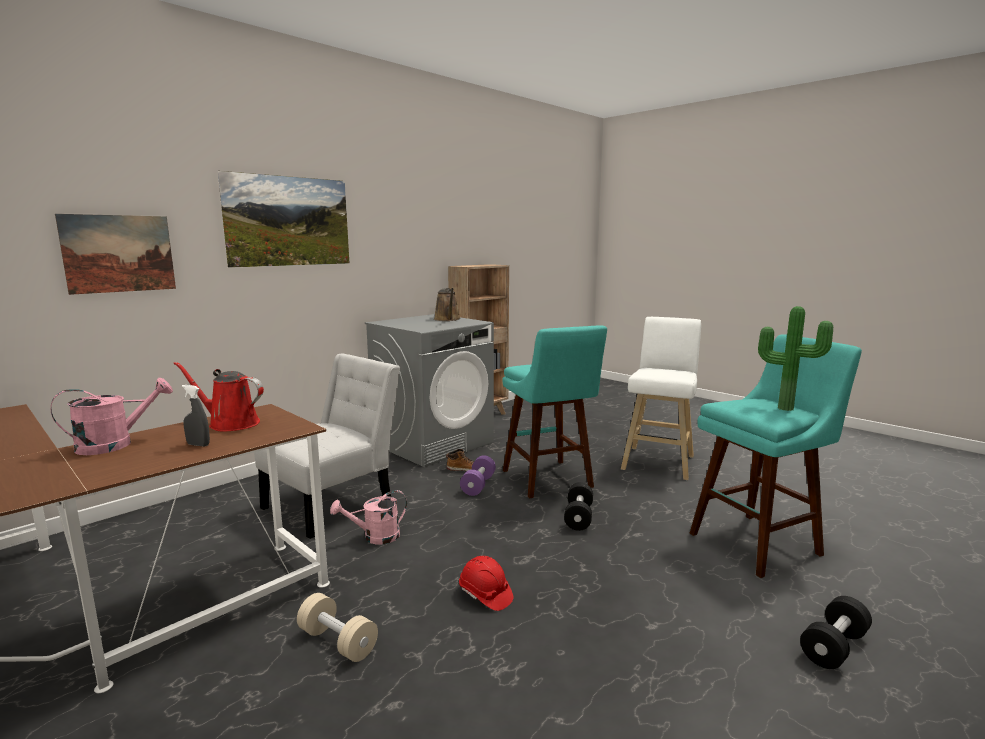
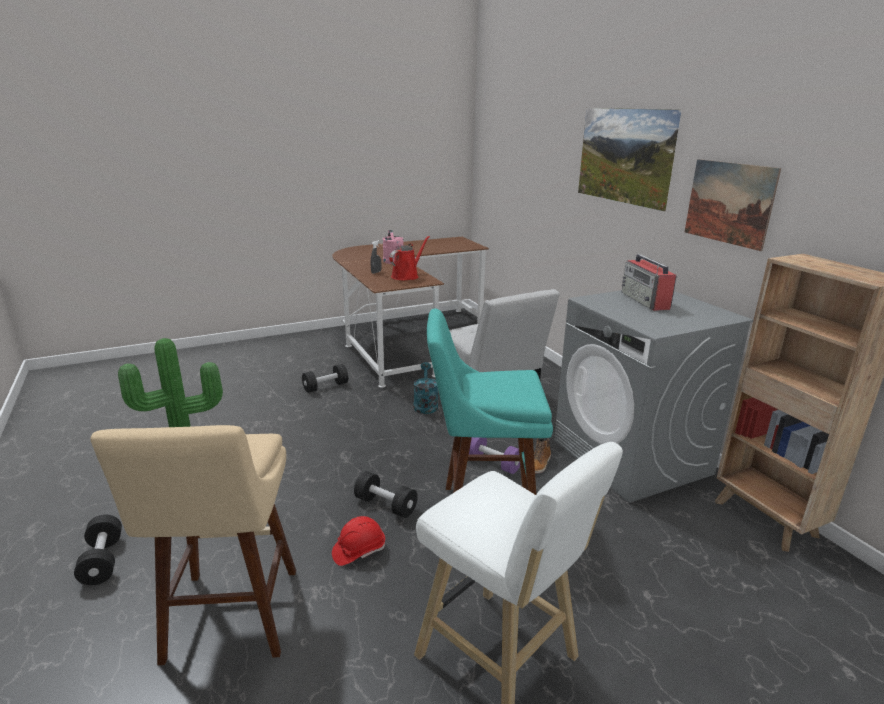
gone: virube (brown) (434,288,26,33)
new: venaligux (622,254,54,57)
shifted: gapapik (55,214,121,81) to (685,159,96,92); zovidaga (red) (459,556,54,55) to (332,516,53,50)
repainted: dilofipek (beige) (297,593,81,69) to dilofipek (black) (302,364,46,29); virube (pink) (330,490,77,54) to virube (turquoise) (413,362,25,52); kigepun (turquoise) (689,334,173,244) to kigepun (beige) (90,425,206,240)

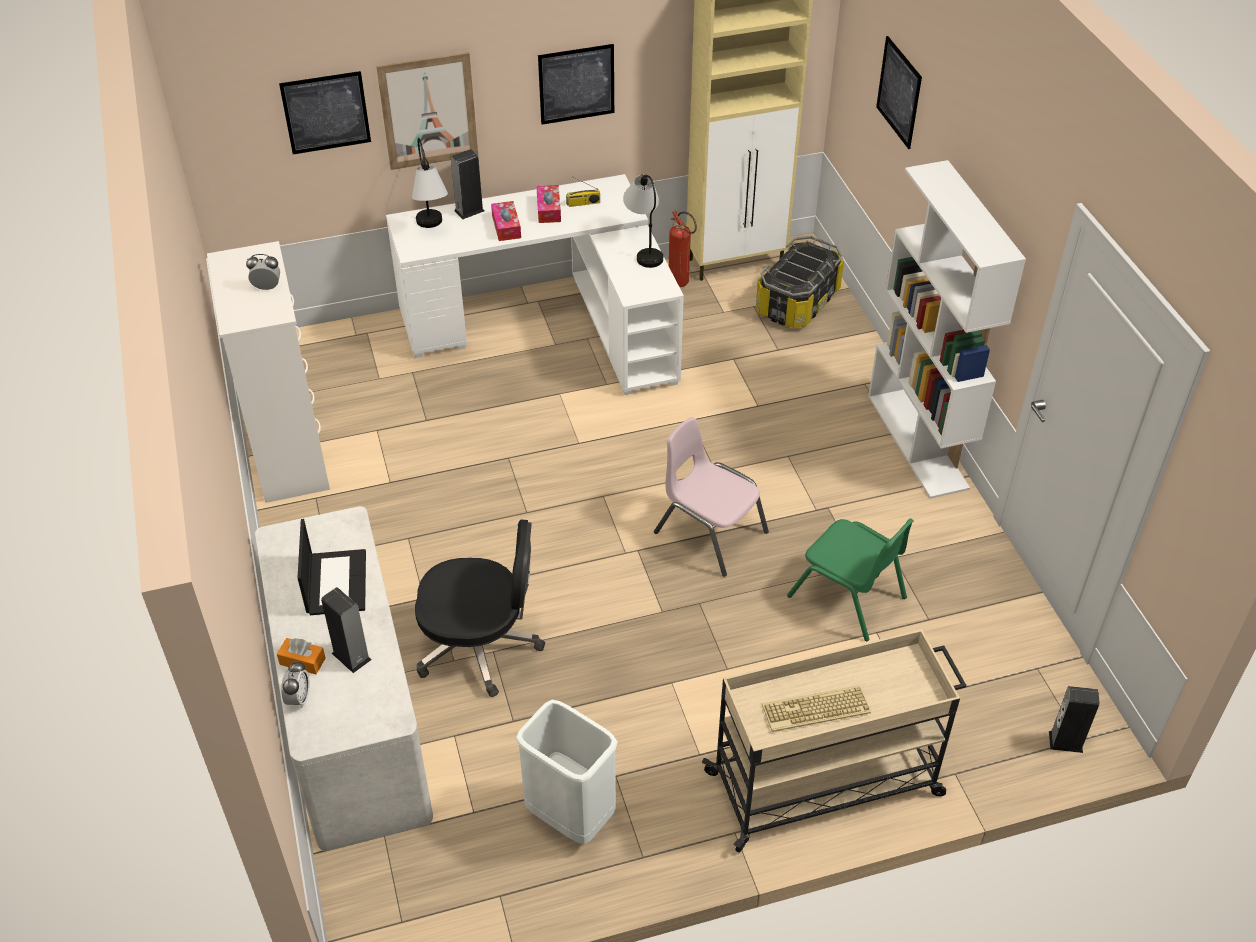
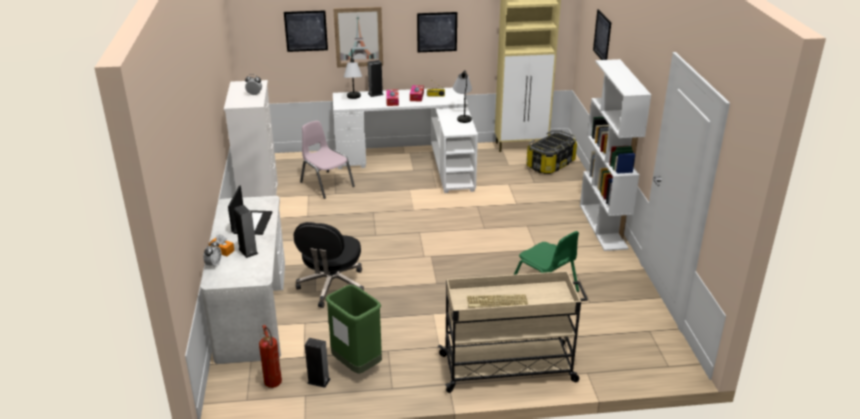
shifted: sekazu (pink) (654,417,115,160) to (300,121,55,78); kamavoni (669,211,28,76) to (259,325,23,63); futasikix (1049,686,51,67) to (305,338,25,50)
repainted: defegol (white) (516,700,102,144) to defegol (green) (326,285,56,89)
rotated: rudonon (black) (415,519,130,178) = (294,222,70,86) 90 degrees clockwise

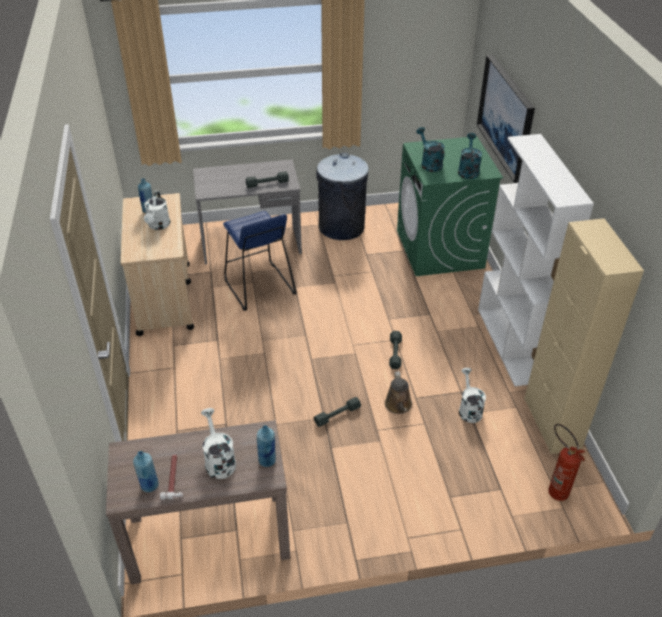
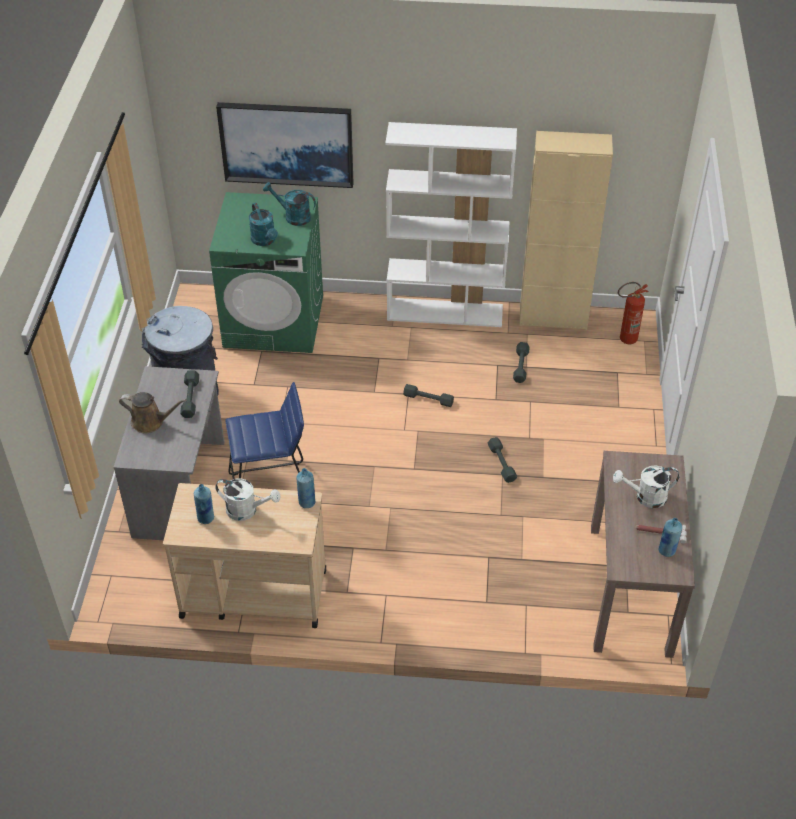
shifted: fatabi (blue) (257,425,19,42) to (296,468,19,40); virube (brown) (385,371,27,43) to (119,392,67,41)
swapped: virube (white) (459,368,27,55) to dilofipek (grey) (513,342,16,41)
rotated: virube (turquoise) (416,127,29,45) = (249,203,29,43) 105 degrees counterclockwise

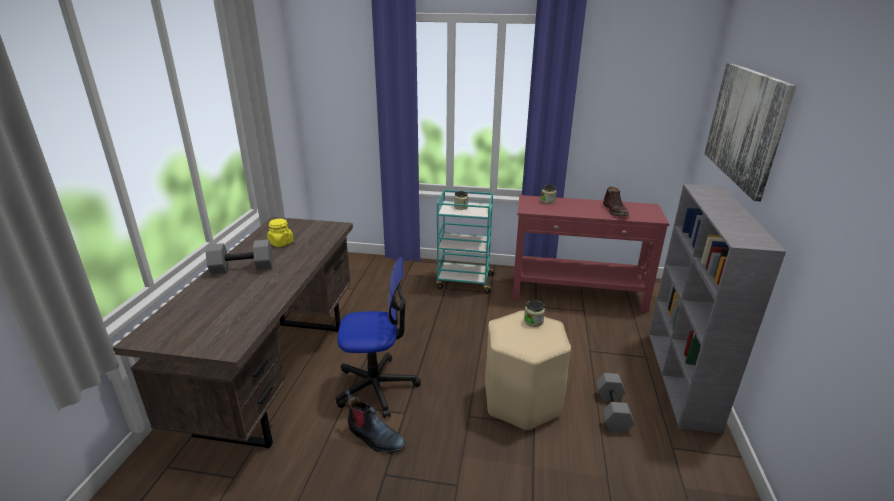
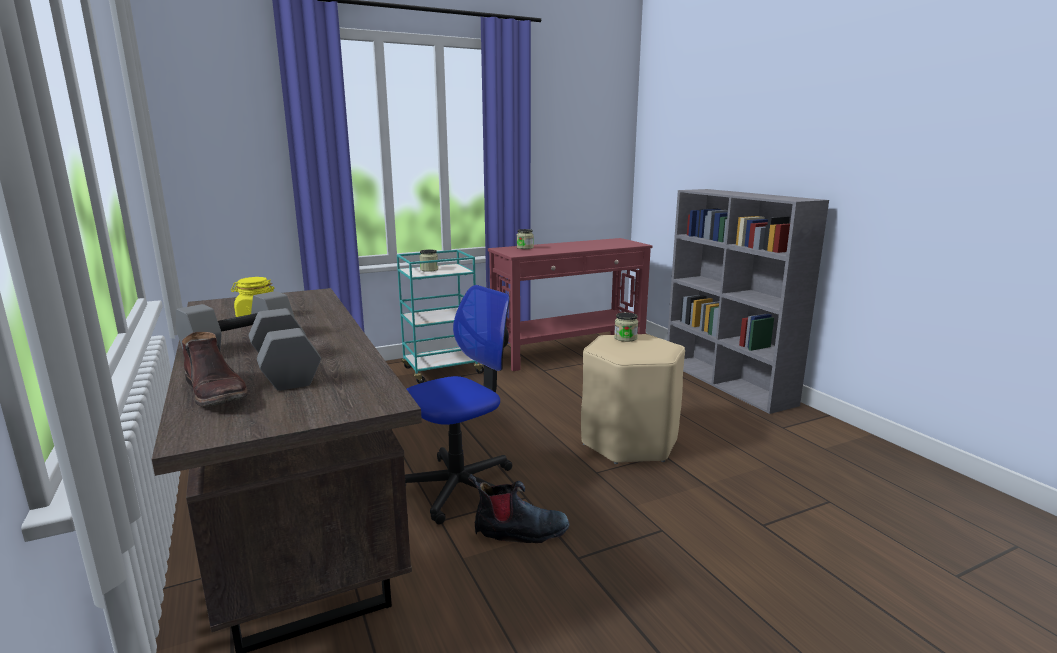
gone: gapapik (704,63,92,139)
shifted: dilofipek (grey) (596,373,39,60) to (249,308,72,83); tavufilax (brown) (603,187,26,29) to (182,332,66,75)

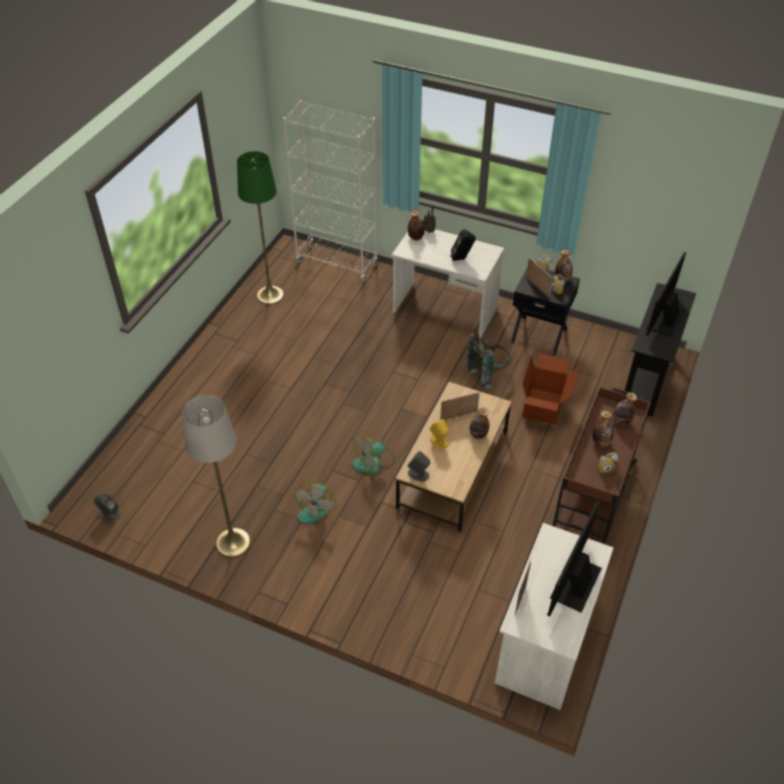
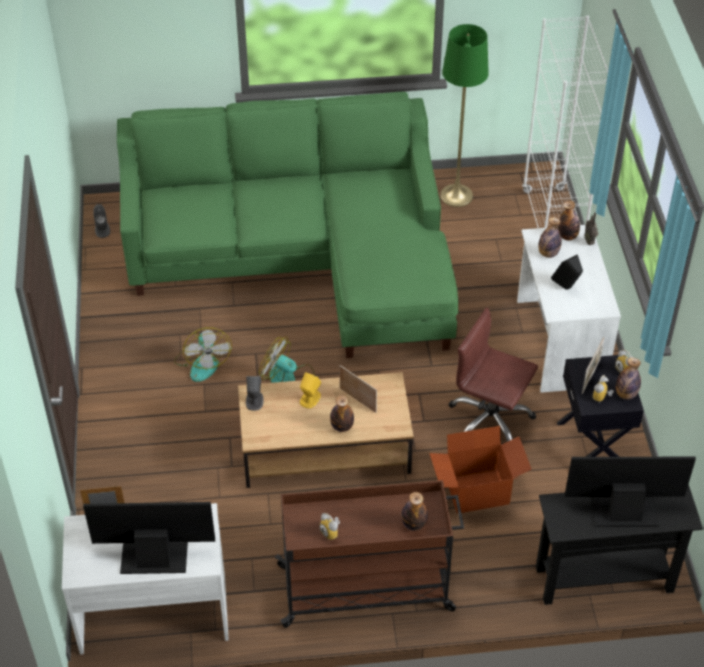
gone: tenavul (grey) (182,395,68,162)
new: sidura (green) (117,92,341,266)
shifted: fatabi (592,411,22,36) to (538,217,24,41)
swapped: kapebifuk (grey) (466,332,45,57) to rudonon (brown) (448,307,90,135)
rotated: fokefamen (294,481,42,42) = (174,327,58,55) 90 degrees counterclockwise

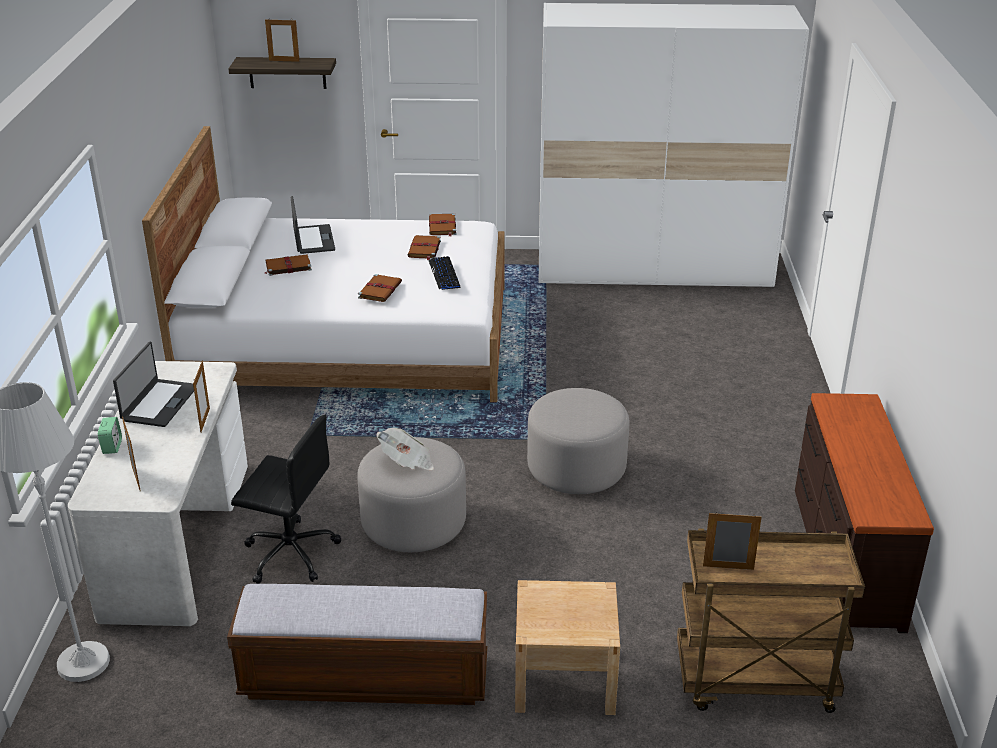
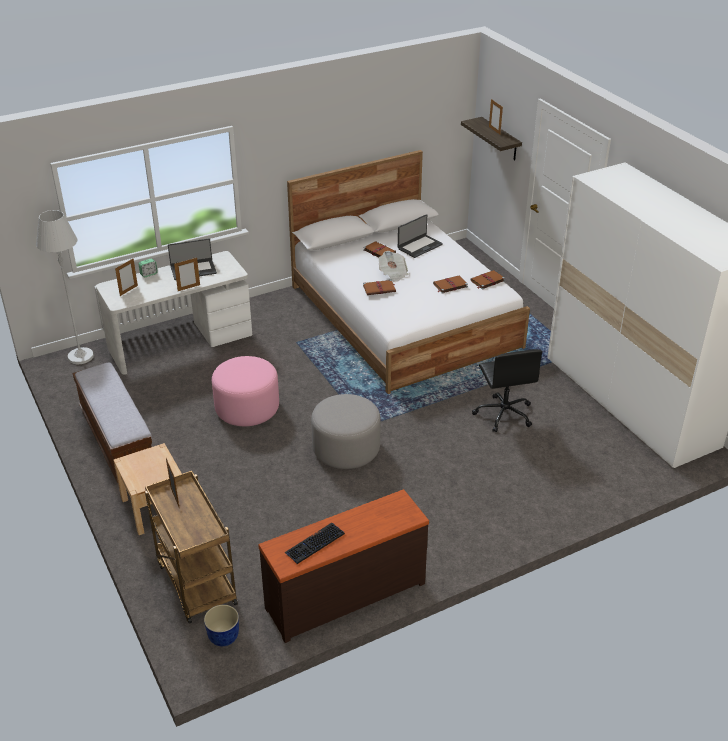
new: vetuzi (204,605,35,41)
shifted: rudonon (black) (231,415,110,169) to (472,349,70,83); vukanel (376,428,58,42) to (378,251,30,31); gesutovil (428,256,33,34) to (284,523,61,41)
repainted: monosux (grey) (357,437,109,115) to monosux (pink) (212,356,67,70)

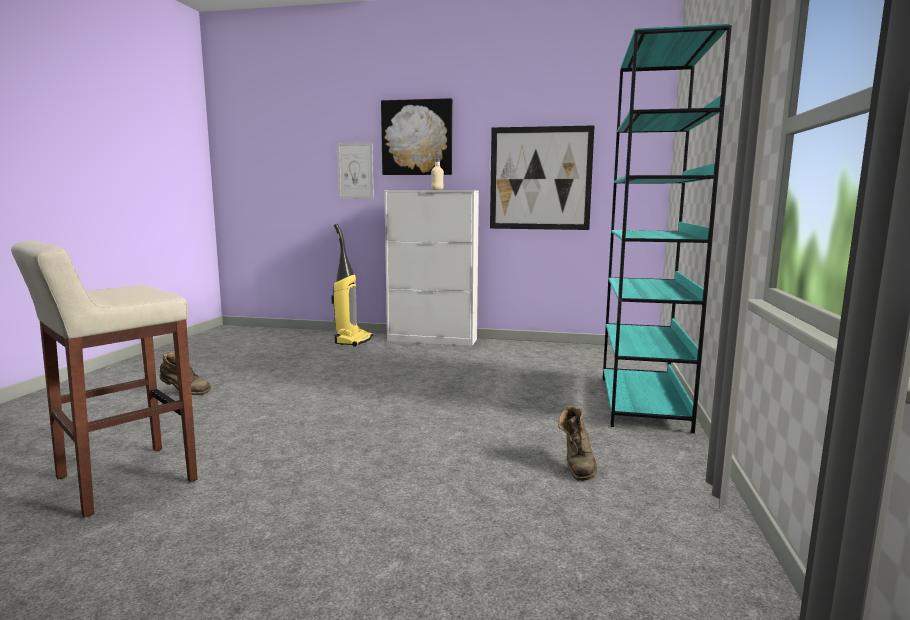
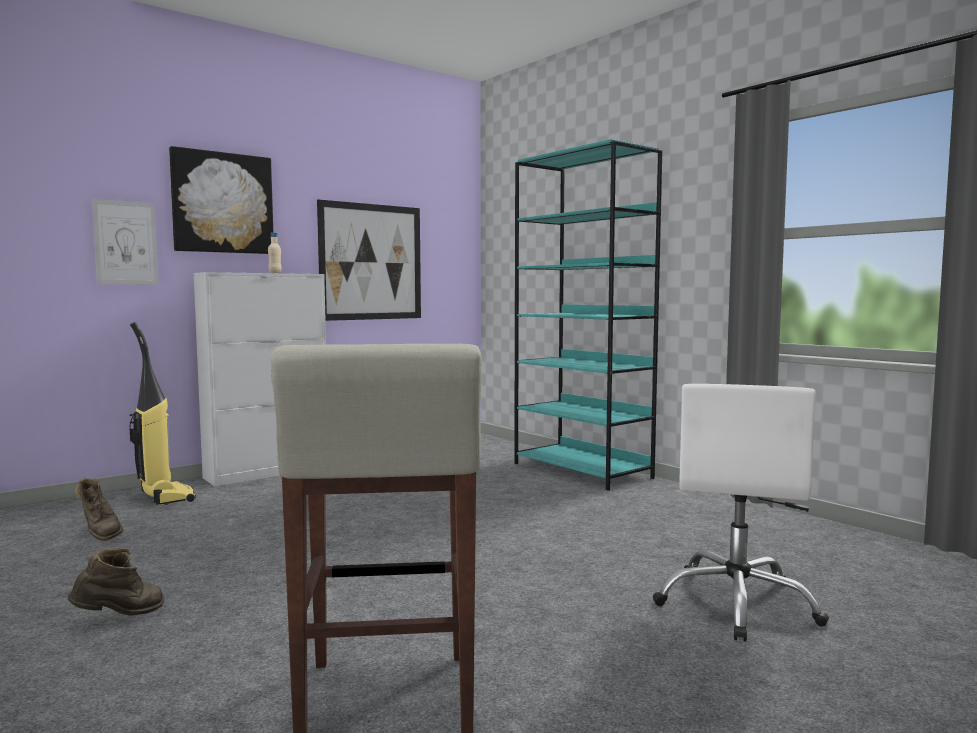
new: rudonon (white) (653,384,176,258)
shifted: tavufilax (brown) (558,405,39,76) to (75,478,48,63)

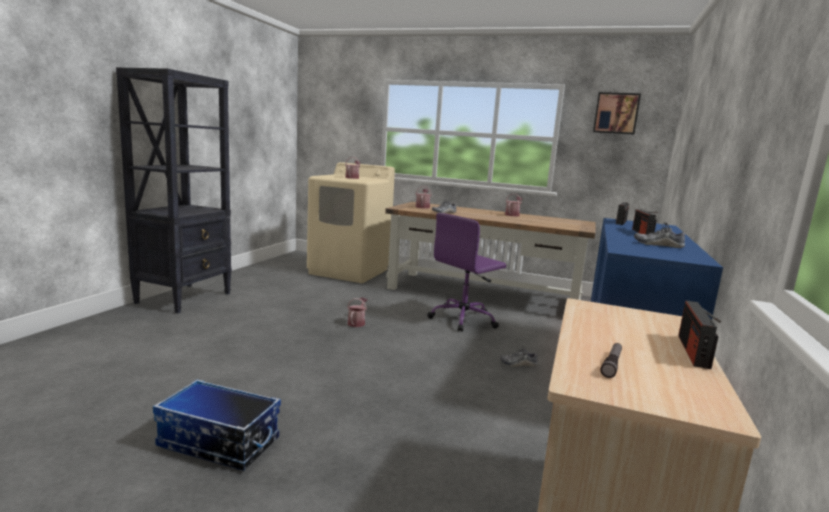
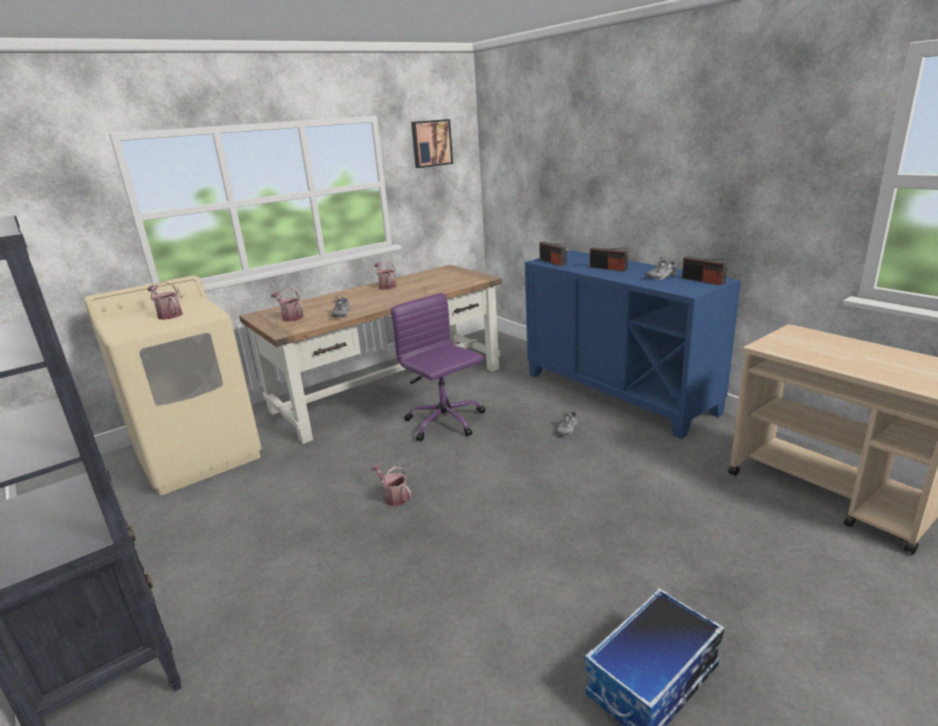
gone: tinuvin (600,343,22,35)
shifted: venaligux (678,301,43,68) to (682,256,45,29)
rotated: rudonon (purple) (427,213,79,119) = (390,293,95,148) 150 degrees clockwise

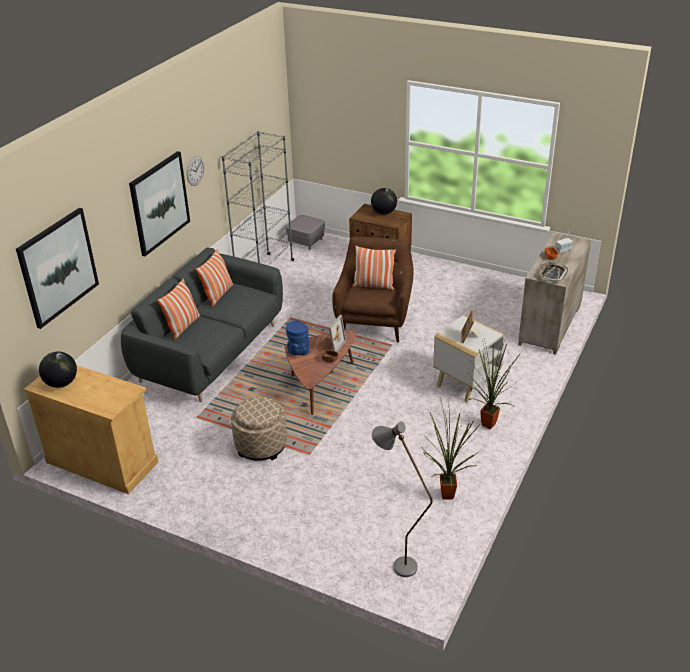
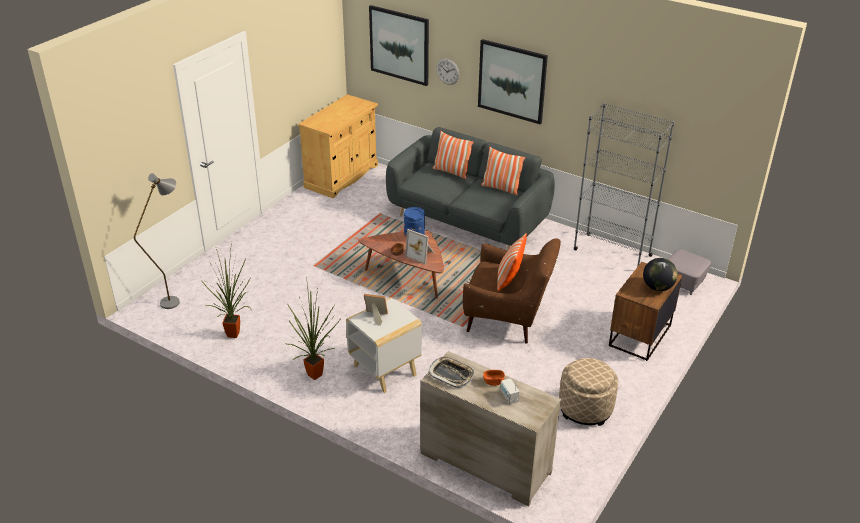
gone: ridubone (39,351,38,37)
shifted: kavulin (187,156,17,30) to (436,58,24,27); monosux (beige) (231,397,56,64) to (559,358,59,68)

